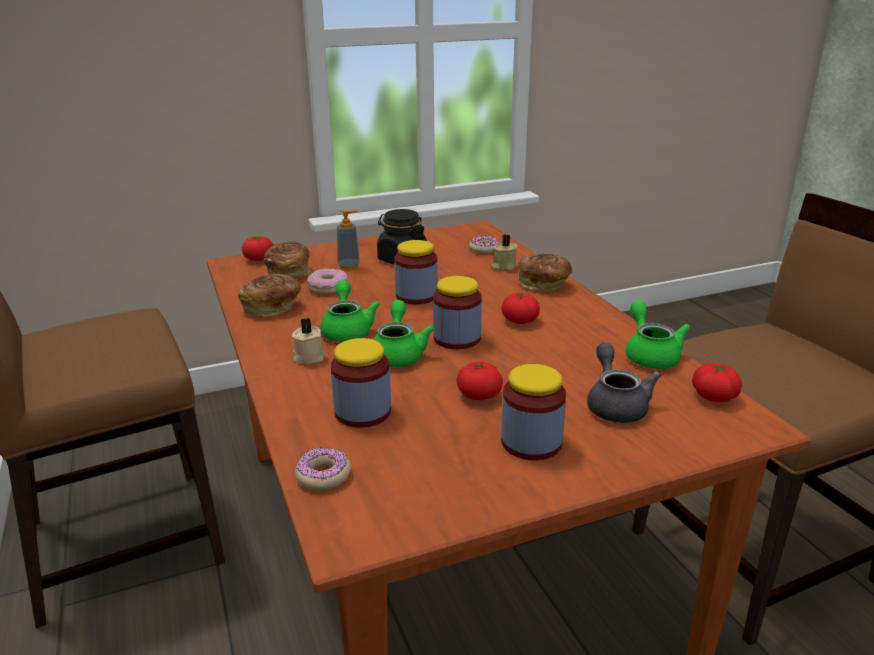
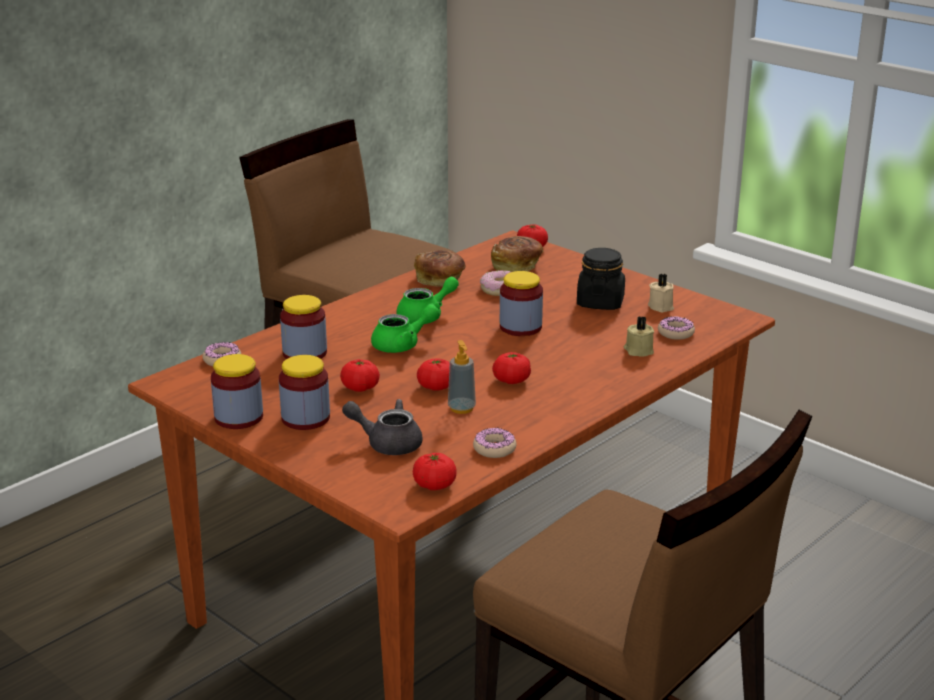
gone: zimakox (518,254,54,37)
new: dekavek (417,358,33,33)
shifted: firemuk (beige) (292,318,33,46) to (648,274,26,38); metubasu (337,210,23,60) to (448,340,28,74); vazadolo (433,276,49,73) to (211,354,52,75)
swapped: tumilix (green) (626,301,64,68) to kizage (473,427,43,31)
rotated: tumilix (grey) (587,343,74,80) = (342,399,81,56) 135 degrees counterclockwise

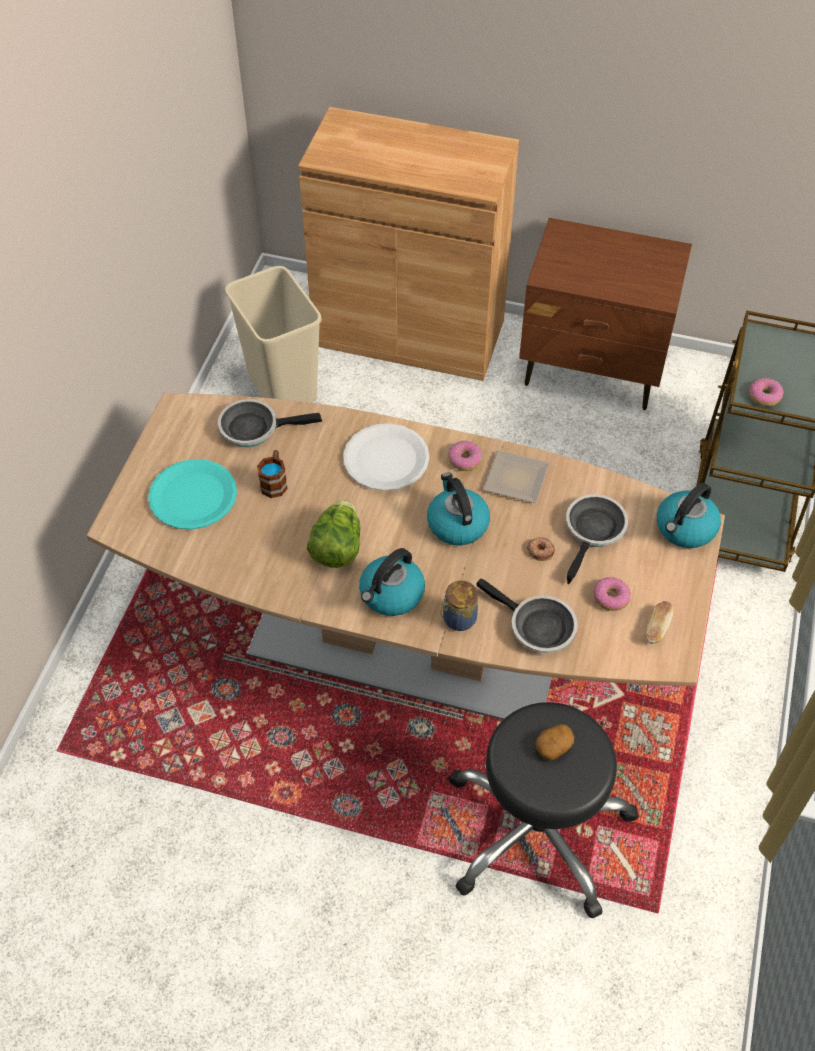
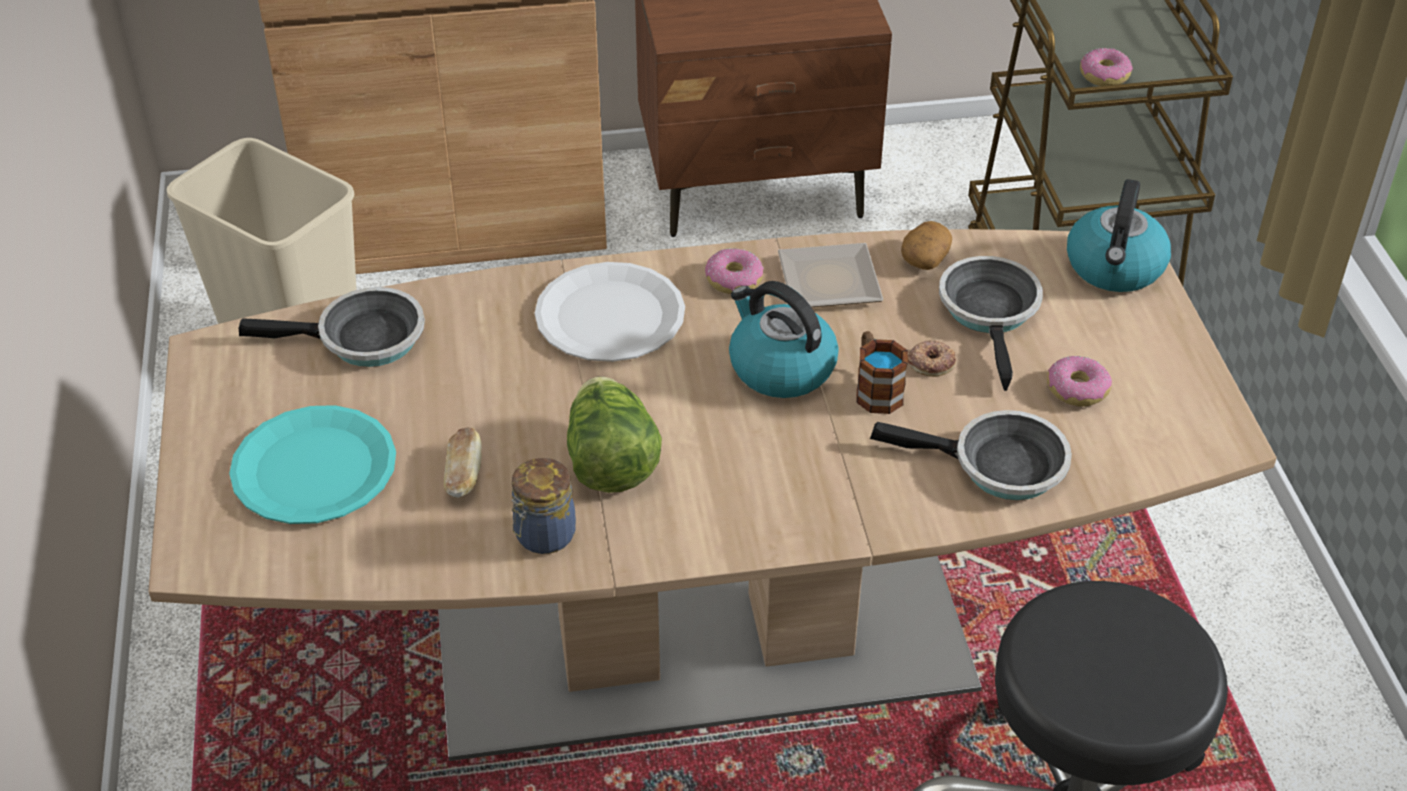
gone: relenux (359,548,66,68)
shifted: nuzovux (257,450,31,48) to (856,331,52,83); vazadolo (440,581,38,50) to (511,458,65,96); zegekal (535,724,39,37) to (901,221,51,49); zimakox (645,601,29,43) to (444,427,38,71)
rotated: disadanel (218,399,104,48) = (239,287,186,80) 150 degrees counterclockwise

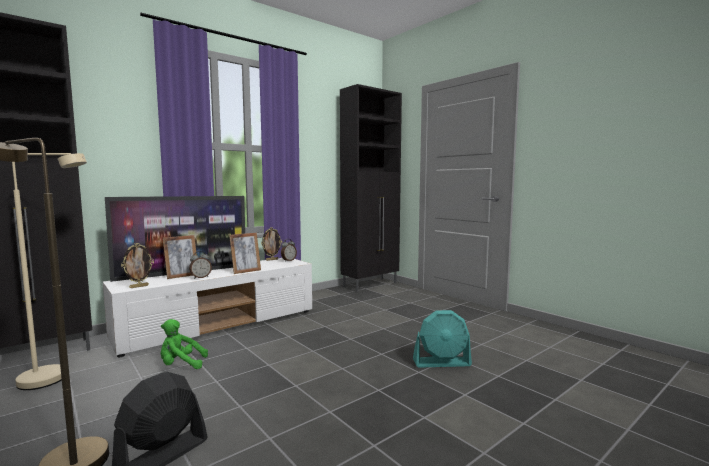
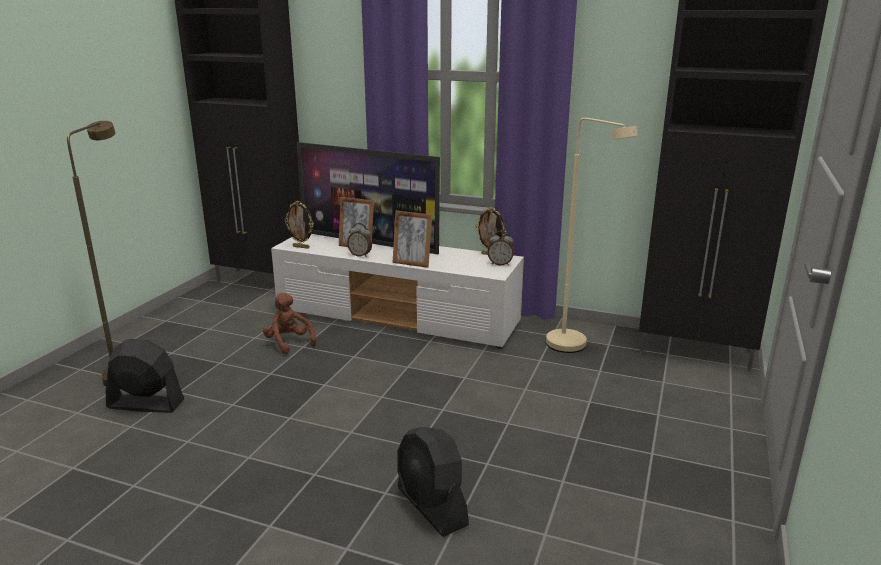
shifted: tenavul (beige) (12,153,75,237) to (546,118,92,235)
repainted: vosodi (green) (161,319,47,50) to vosodi (brown) (263,293,53,61); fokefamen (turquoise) (413,310,59,58) to fokefamen (black) (397,427,72,110)

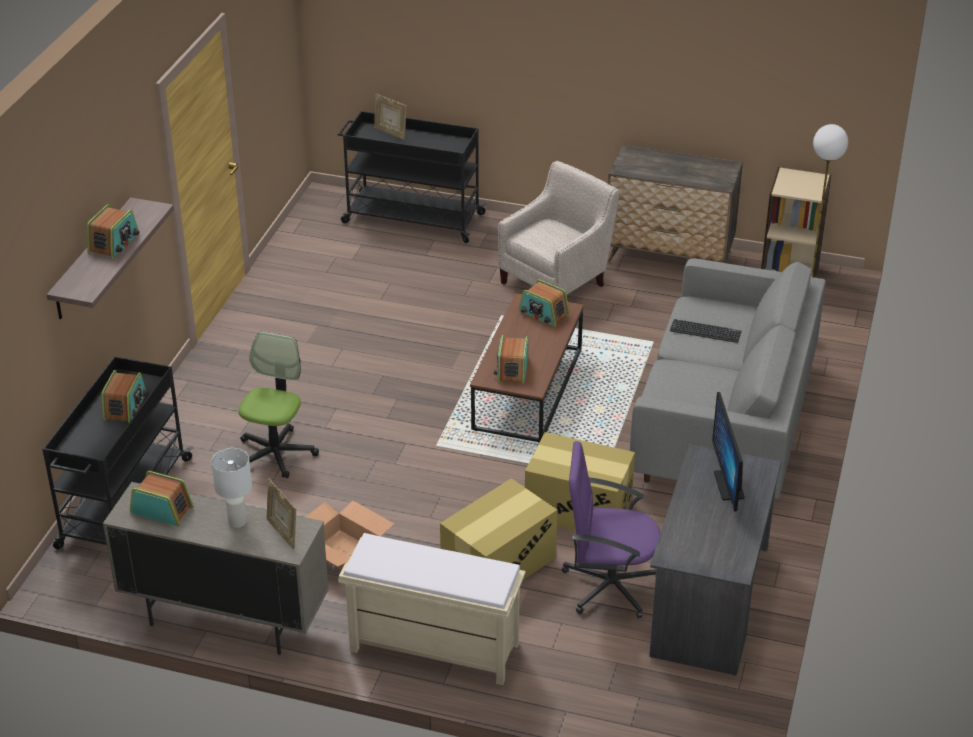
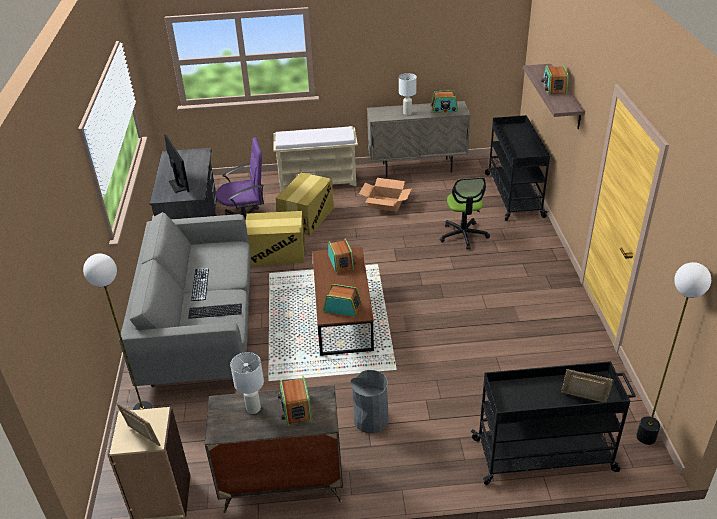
new: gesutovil (191,268,18,33); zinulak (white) (230,352,34,62); tenavul (636,262,75,183)
shifted: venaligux (101,370,47,54) to (278,376,34,50); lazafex (266,479,30,70) to (116,402,45,44)
swapped: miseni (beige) (498,161,121,134) to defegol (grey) (351,370,38,63)

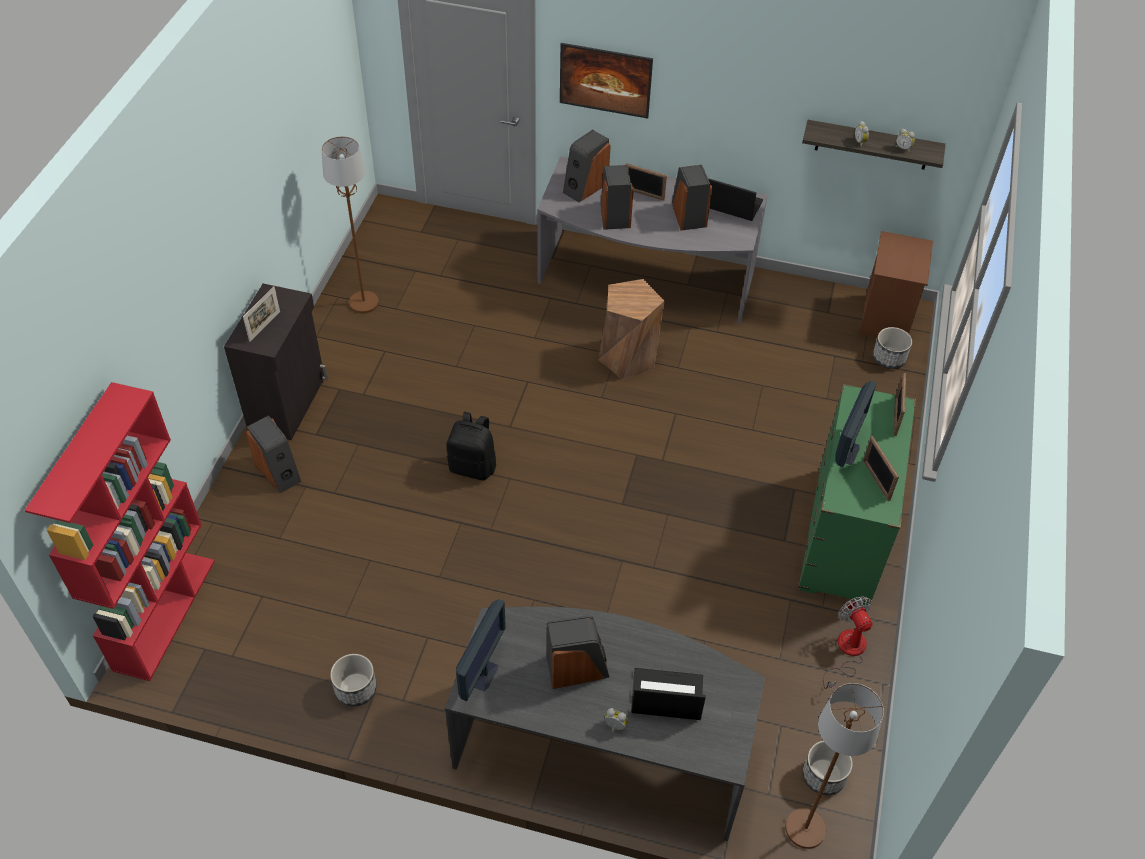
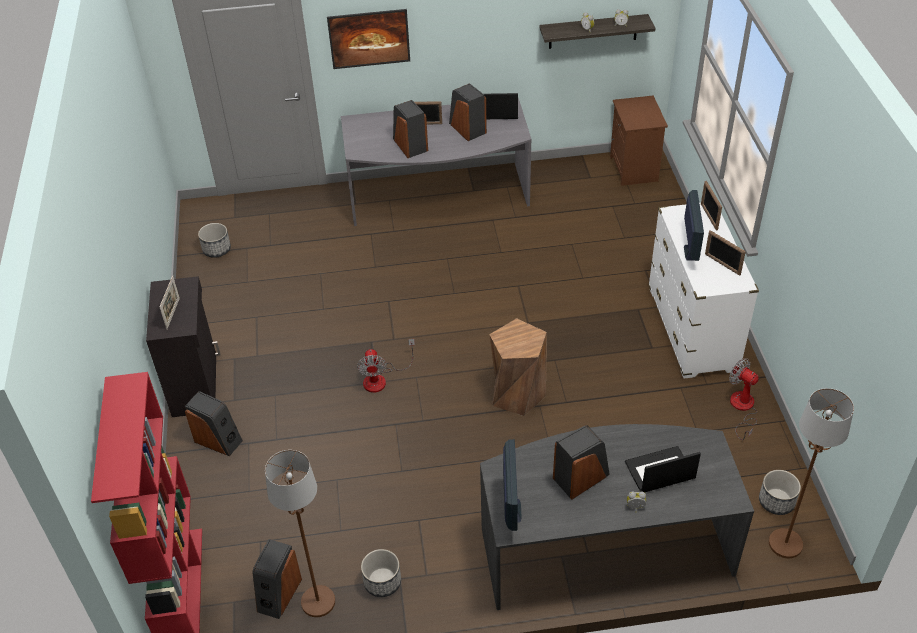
shifted: tenavul (brown) (321,136,58,177) to (265,450,70,167); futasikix (563,130,48,72) to (253,539,49,80); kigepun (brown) (598,279,66,100) to (489,318,58,98); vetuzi (873,327,39,42) to (198,223,33,35)
swapped: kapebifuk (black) (447,412,49,68) to fokefamen (357,339,58,54)
repainted: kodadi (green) (799,384,117,221) to kodadi (white) (648,203,111,176)

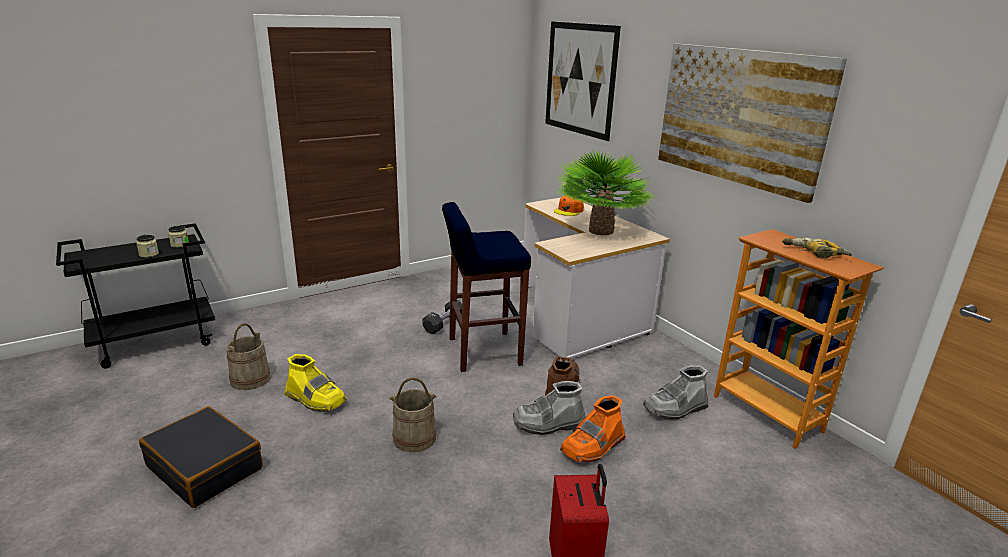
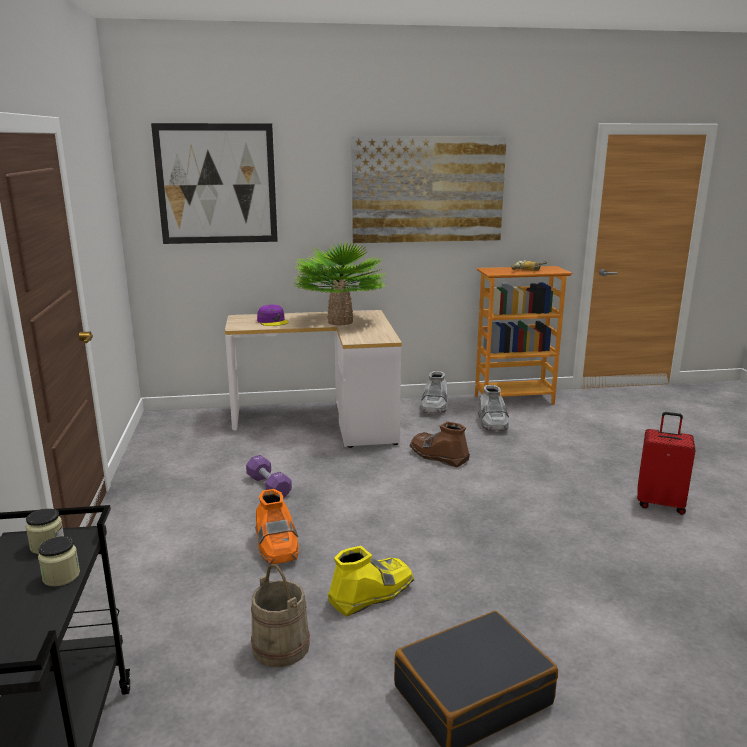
gone: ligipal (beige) (389,377,48,75); kigepun (blue) (442,202,89,170)
shifted: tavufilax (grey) (513,381,73,54) to (421,371,27,42); tavufilax (orange) (560,395,66,68) to (255,489,44,75)
repainted: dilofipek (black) (423,300,39,34) to dilofipek (purple) (246,455,46,42); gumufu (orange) (554,196,30,20) to gumufu (purple) (257,305,32,21)

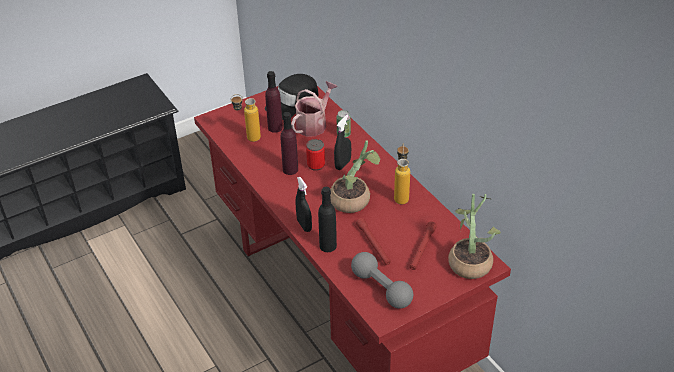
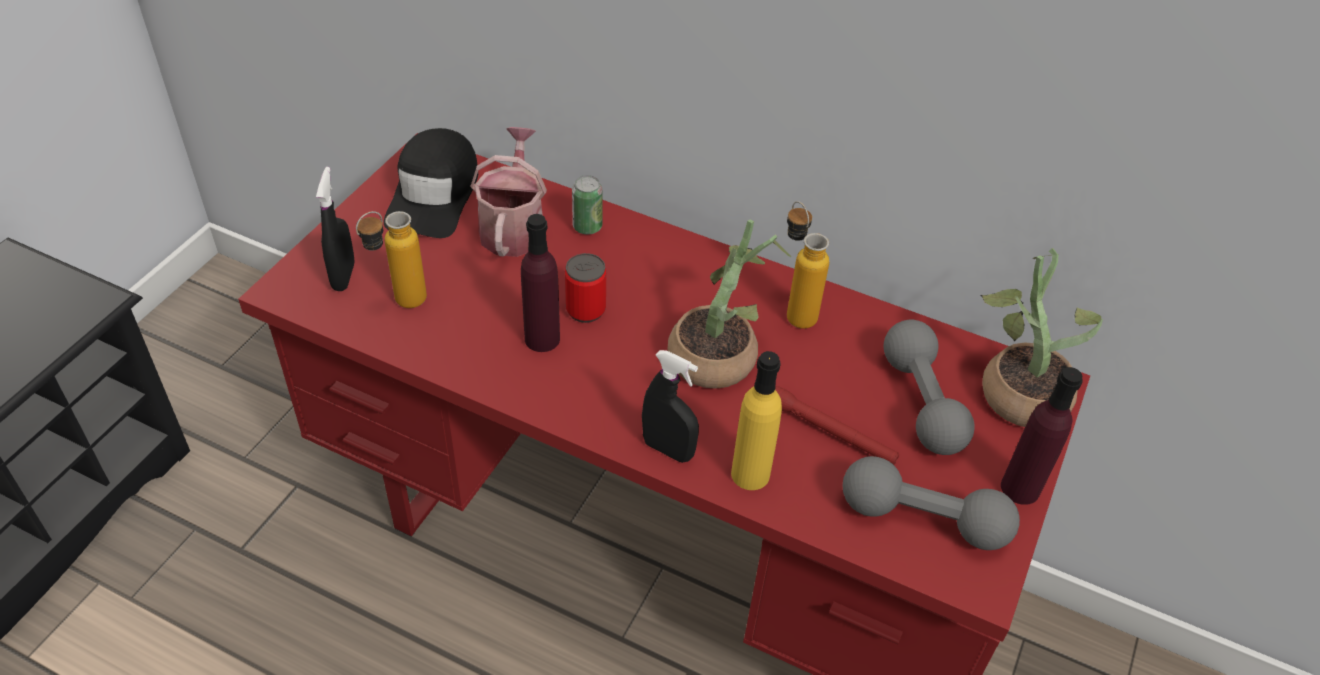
shifted: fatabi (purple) (265,71,18,62) to (1001,367,82,138); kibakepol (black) (334,115,17,55) to (316,167,39,124)
swapped: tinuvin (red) (409,221,28,49) to dilofipek (grey) (884,320,91,135)
repainted: fatabi (black) (318,187,19,65) to fatabi (yellow) (731,351,51,139)

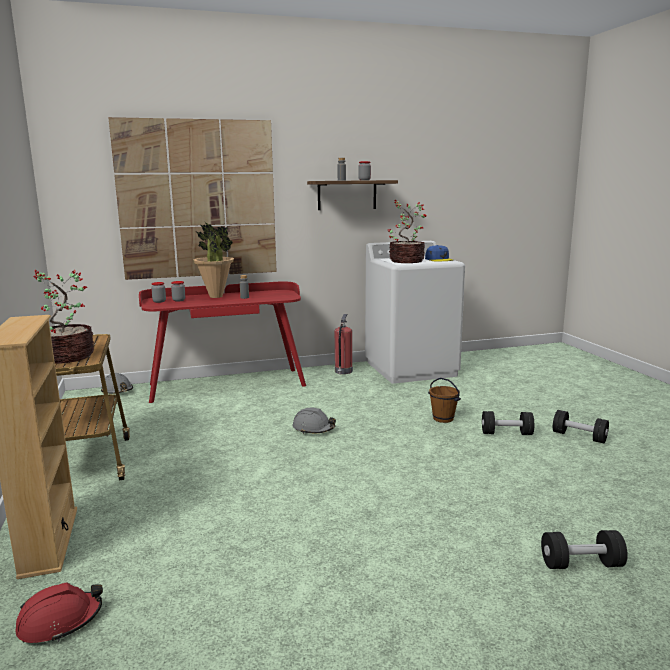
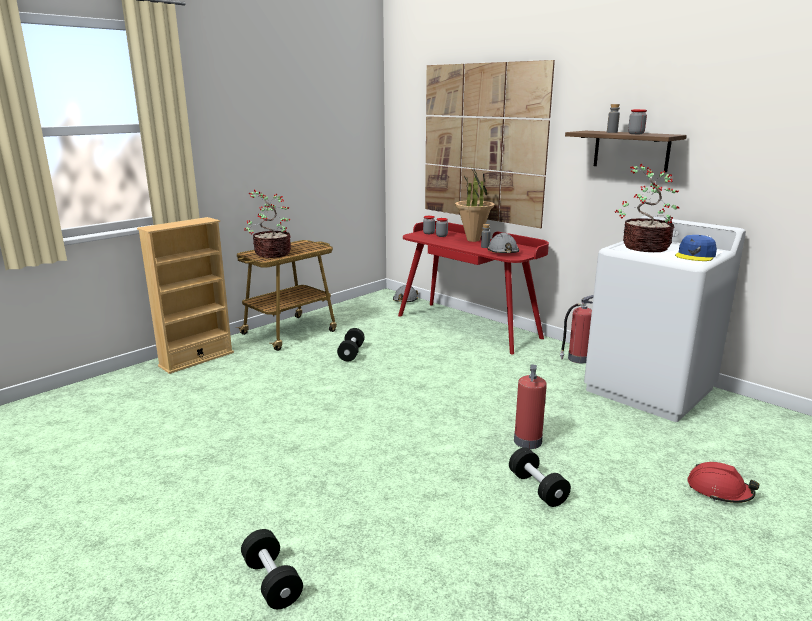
shifted: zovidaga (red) (15,582,88,61) to (687,462,73,41); zovidaga (grey) (292,408,44,26) to (487,233,32,20); dilofipek (black) (553,410,56,33) to (337,328,28,33)
swapped: ligipal (brown) (428,378,33,45) to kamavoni (514,364,33,85)

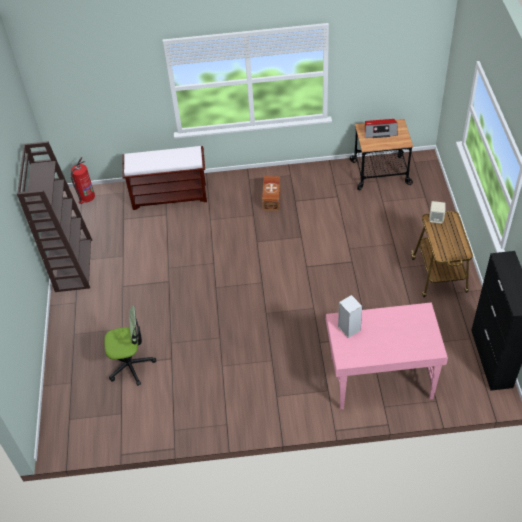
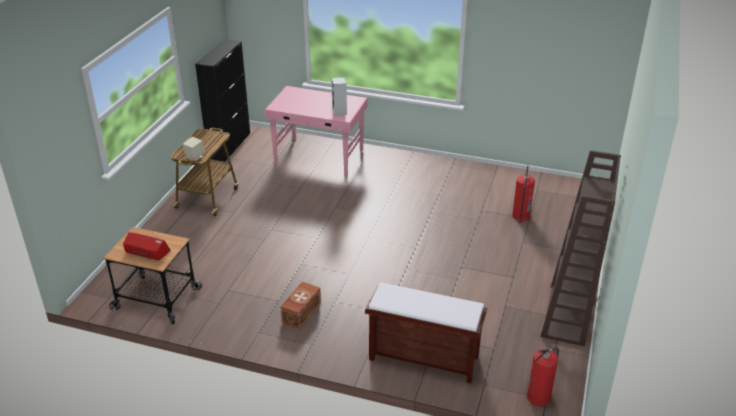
swapped: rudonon (104,306,52,79) to kamavoni (512,166,23,57)

